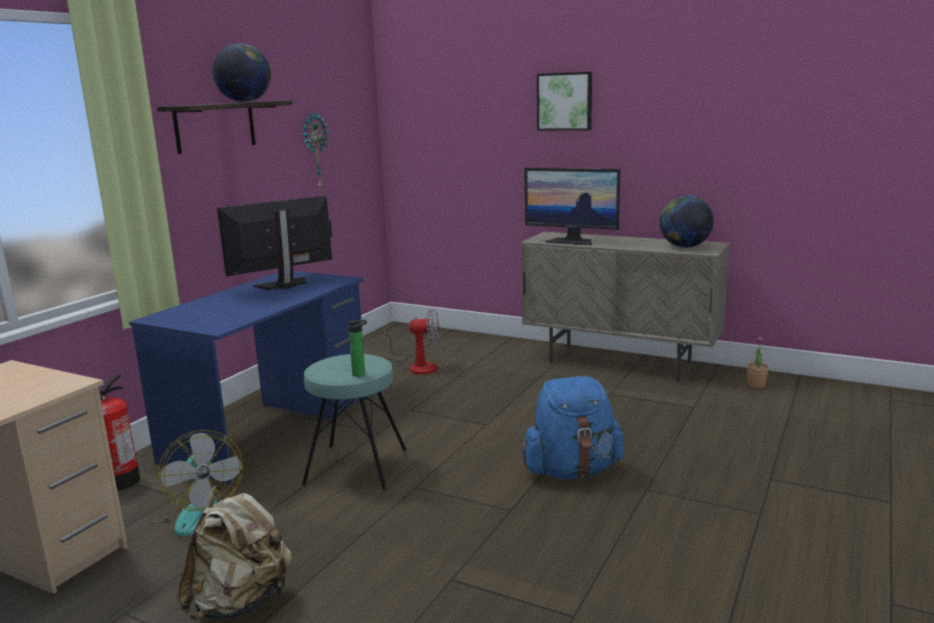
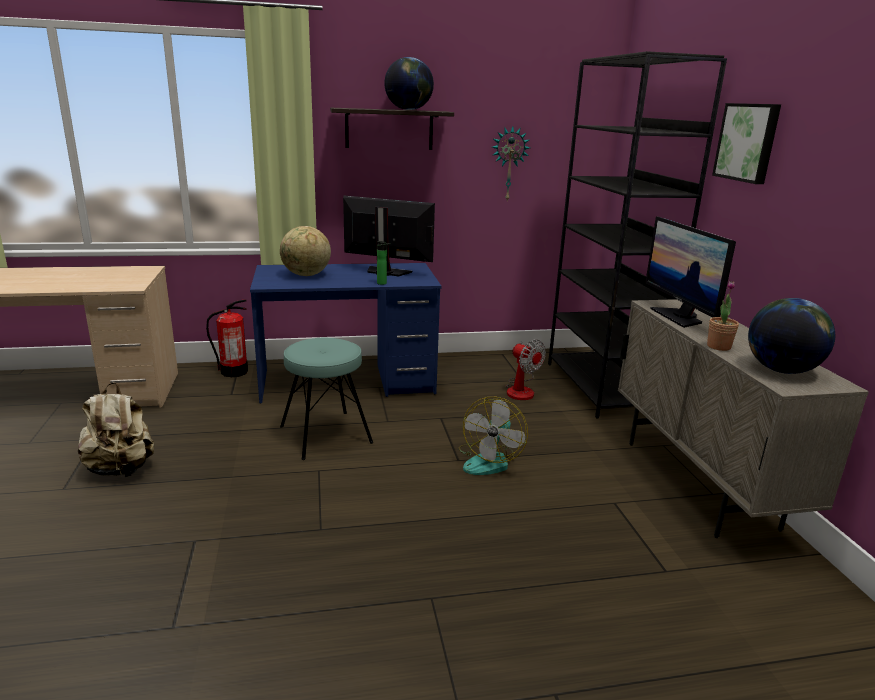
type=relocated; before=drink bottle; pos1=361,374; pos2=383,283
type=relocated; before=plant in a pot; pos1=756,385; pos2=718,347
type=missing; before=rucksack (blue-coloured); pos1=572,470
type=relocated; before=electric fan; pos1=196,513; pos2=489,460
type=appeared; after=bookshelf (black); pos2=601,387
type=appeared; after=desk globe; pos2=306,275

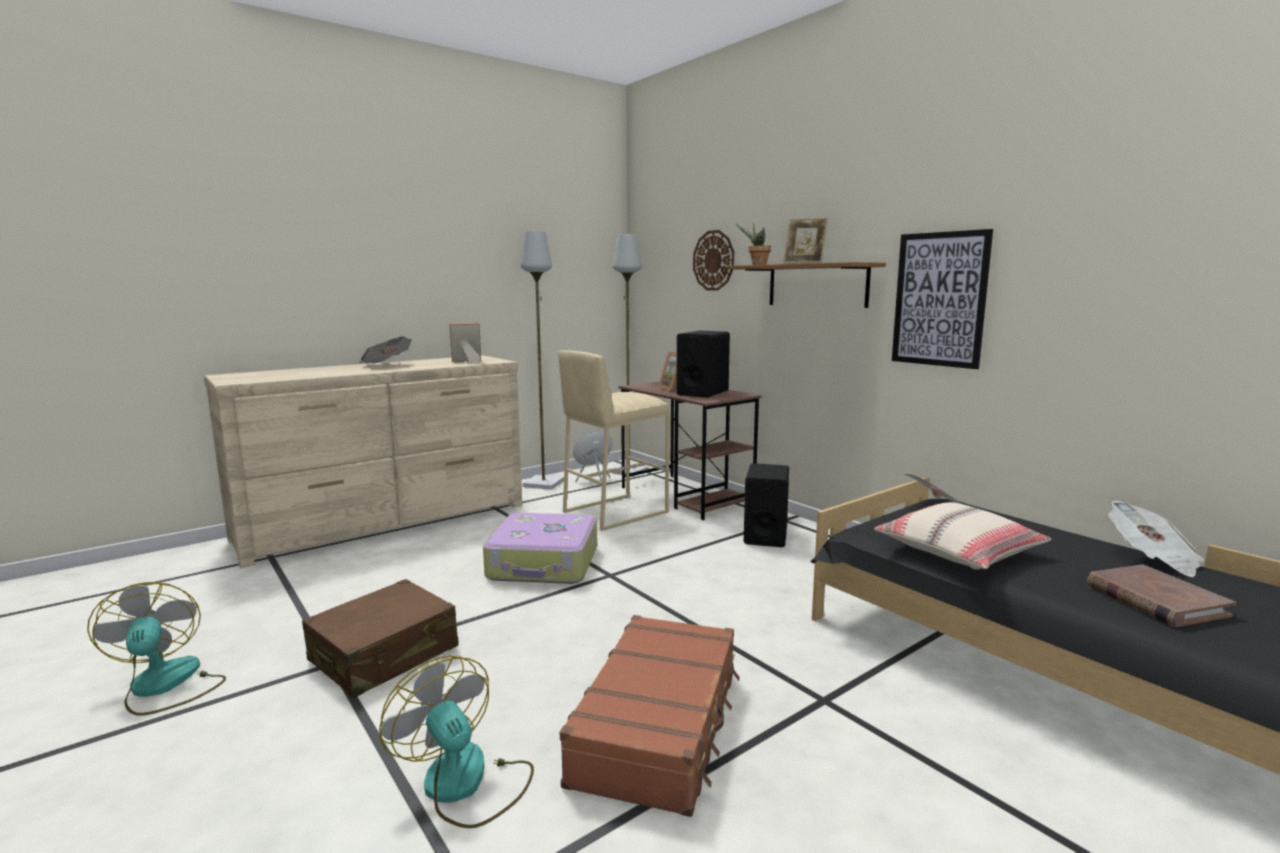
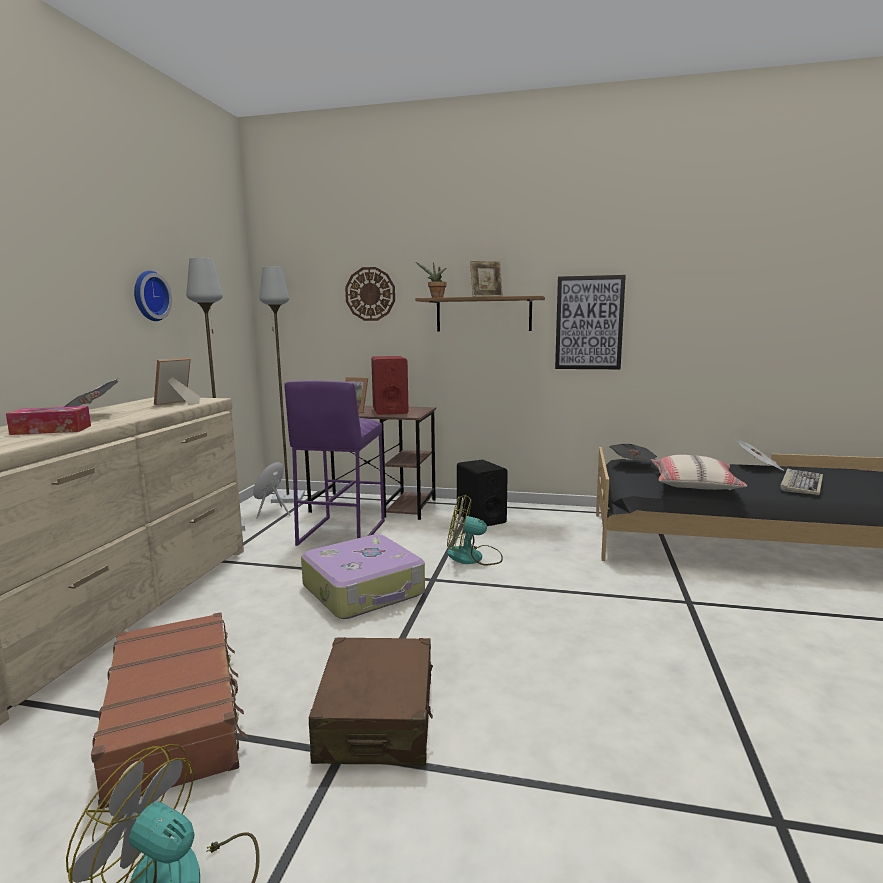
type=colour; before=audio speaker (black); after=audio speaker (red-coloured); pos1=702,393; pos2=390,411
type=colour; before=stool (beige-coloured); after=stool (purple-coloured); pos1=614,512; pos2=341,533
type=exchanged; before=book (brownish); after=keyboard; pos1=1155,600; pos2=801,484
type=relocated; before=travel case (brownish); pos1=660,725; pos2=176,716
type=relocated; before=electric fan; pos1=465,785; pos2=473,557
type=appeared; after=wall clock; pos2=149,296
type=appeared; after=tissue box; pos2=51,430

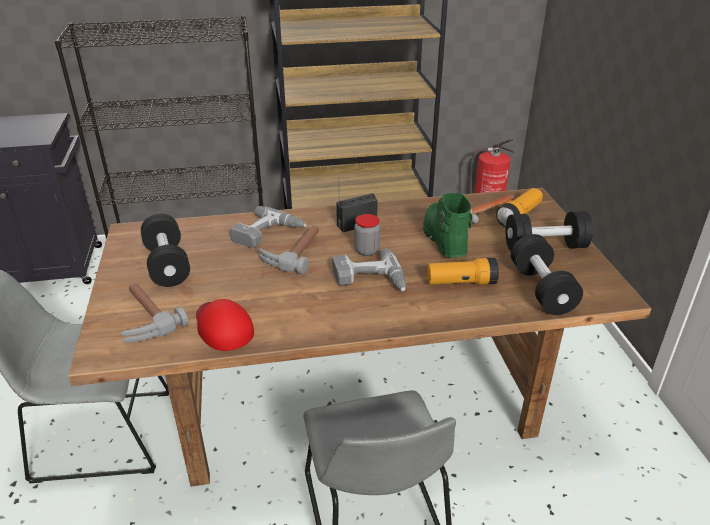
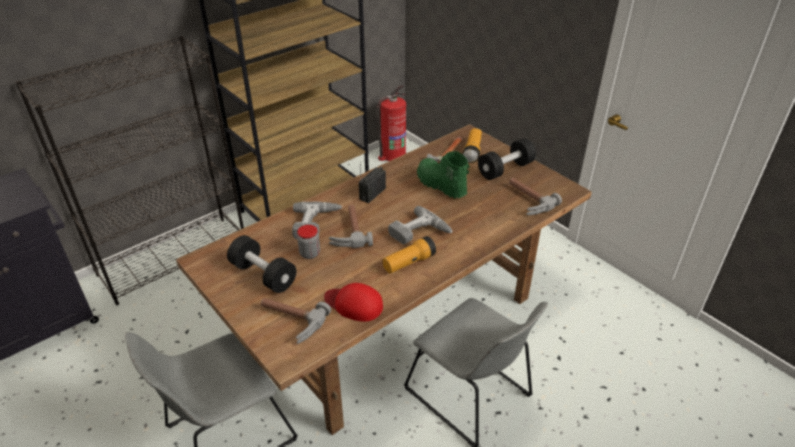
type=relocated; before=jar; pos1=367,250; pos2=310,253
type=exchanged; before=dumbbell (black); after=tool hammer; pos1=541,289; pos2=526,200
type=relocated; before=torch; pos1=461,283; pos2=409,263

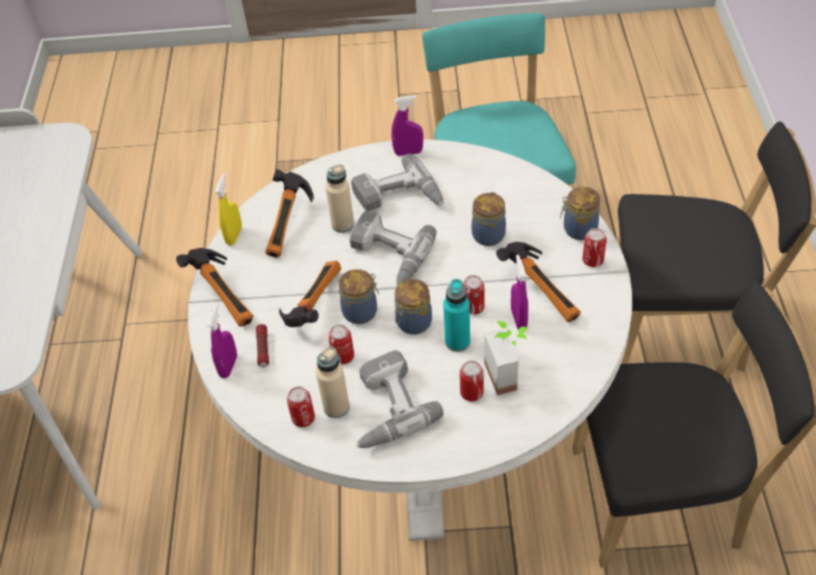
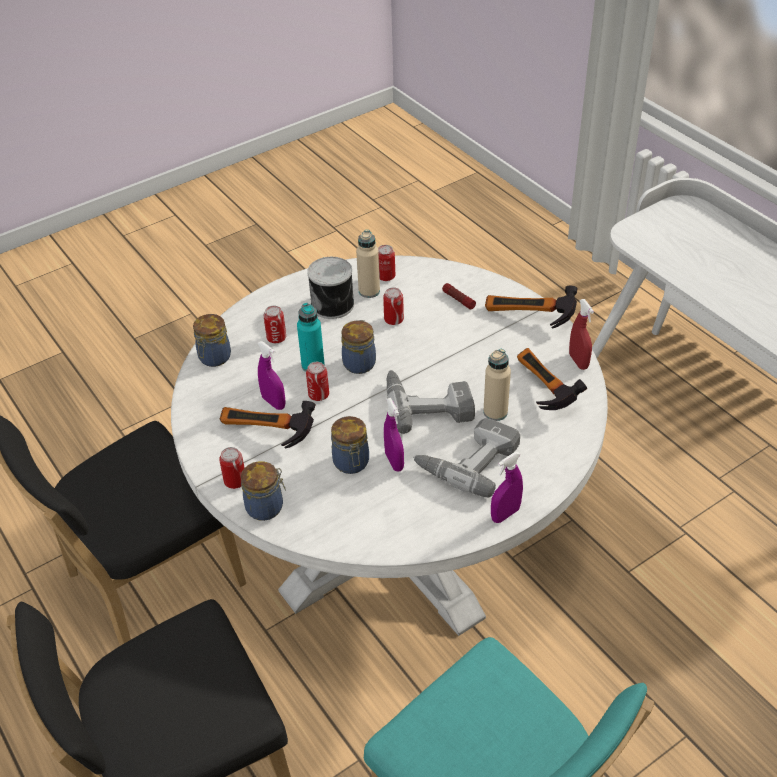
type=colour; before=hand sprayer (yellowish); after=hand sprayer (red-coloured); pos1=234,236; pos2=578,361
type=missing; before=tool hammer; pos1=311,303
type=relocated; before=jar; pos1=361,311; pos2=214,358
type=relocated; before=hand sprayer (purple-coloured); pos1=228,366; pos2=394,461
type=missing; before=plant in a pot; pos1=508,374
type=exchanged; before=power drill; after=can; pos1=385,408; pos2=333,304

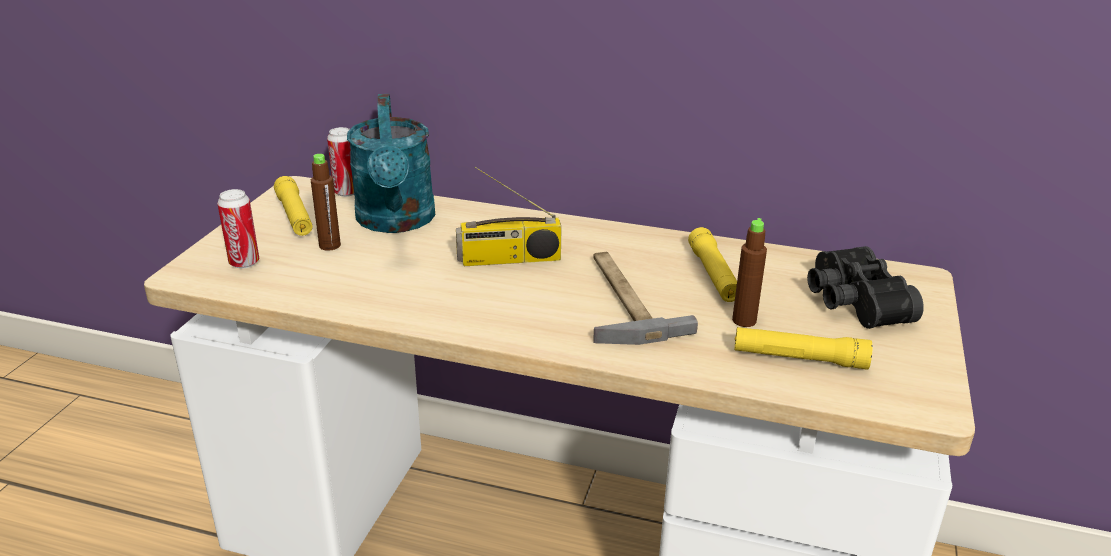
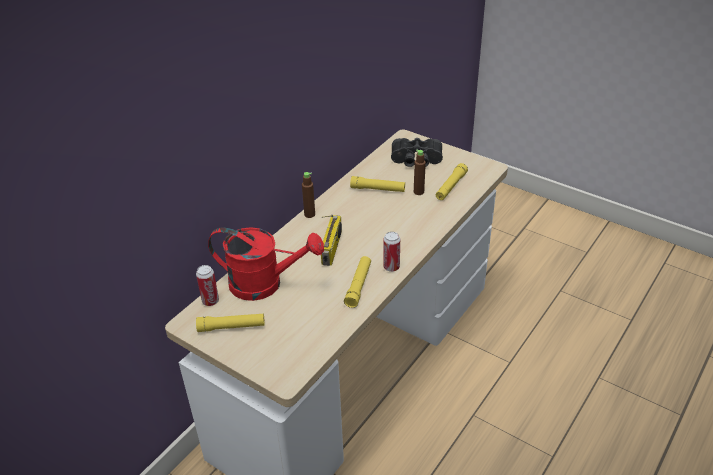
type=colour; before=sprinkling can (turquoise); after=sprinkling can (red-coloured); pos1=396,222; pos2=265,284
type=relocated; before=drink bottle (brownish); pos1=330,245; pos2=309,214
type=relocated; before=can; pos1=244,263; pos2=391,267
type=missing; before=tool hammer; pos1=621,300
type=appeared; after=torch (yellowish); pos2=358,285

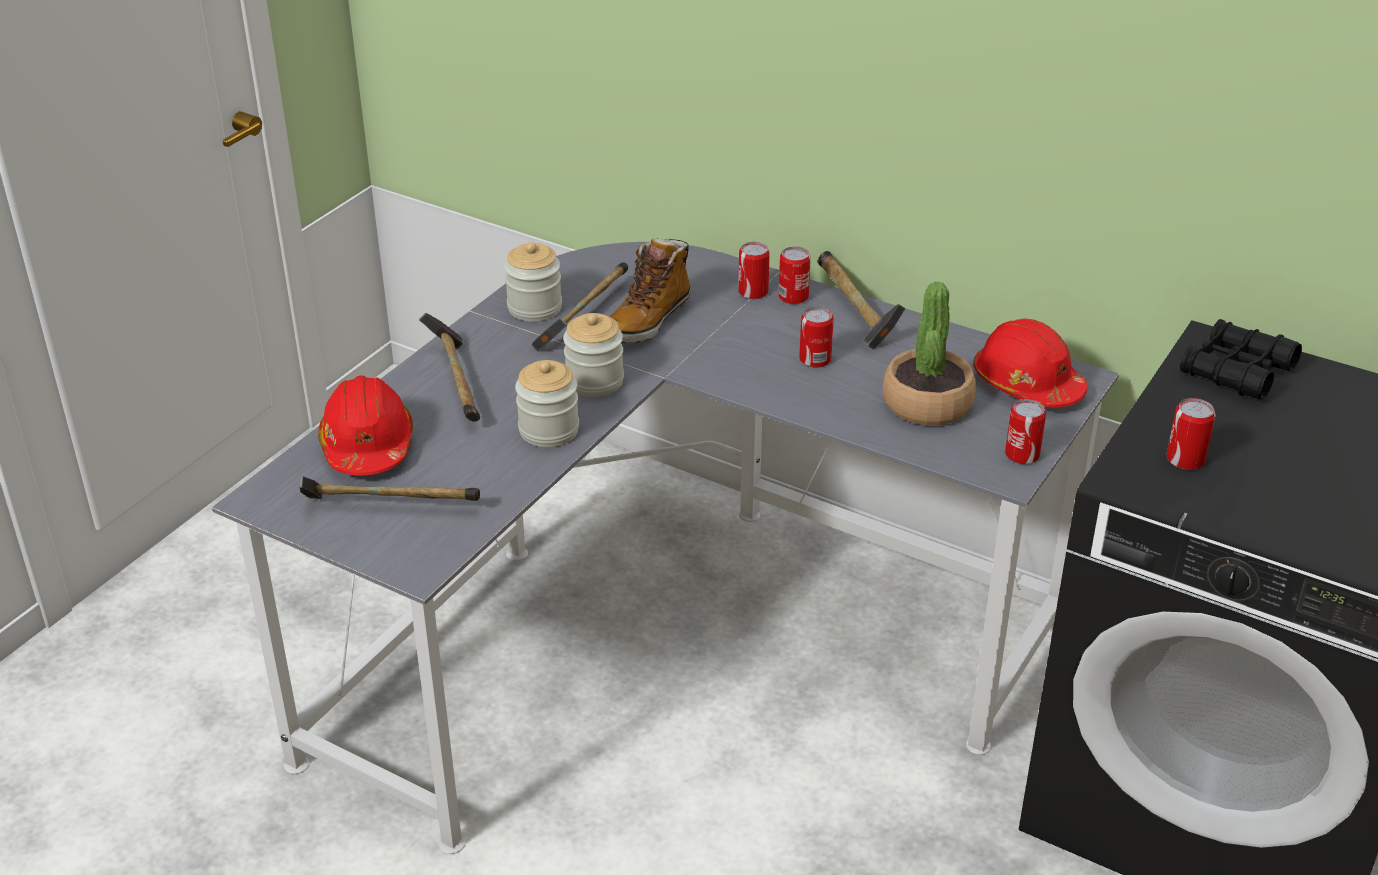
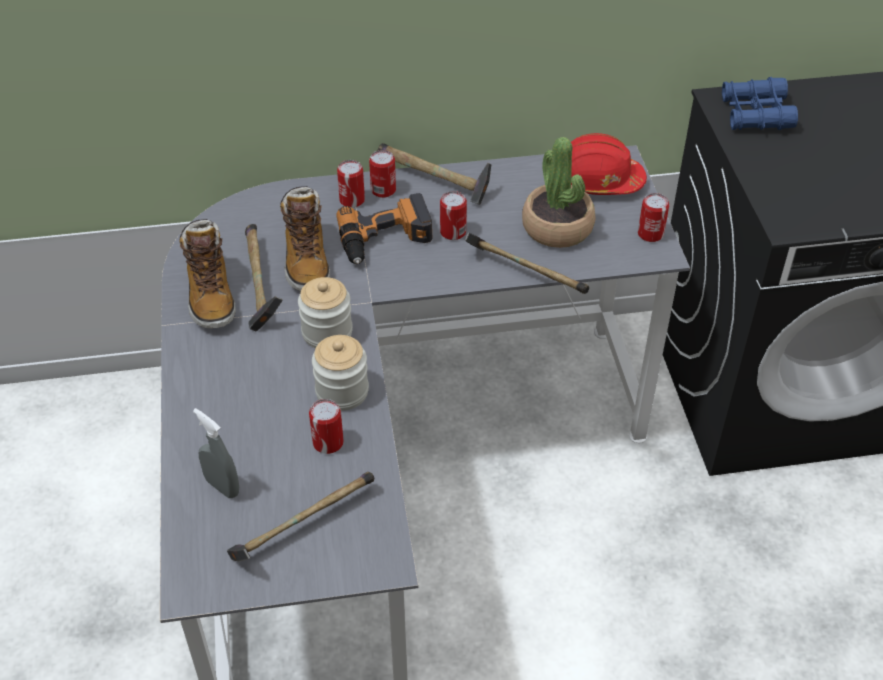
type=exchanged; before=jar; after=high-top boot; pos1=534,308; pos2=210,296
type=relocated; before=tool hammer; pos1=458,384; pos2=523,274
type=colour; before=binoculars (black); after=binoculars (blue-coloured); pos1=1236,371; pos2=755,114
type=exchanged; before=hard hat (red-coloured); after=hand sprayer (grey); pos1=367,446; pos2=222,487
type=relocated; before=can; pos1=1185,459; pos2=328,442
type=appeared; after=power drill; pos2=385,239

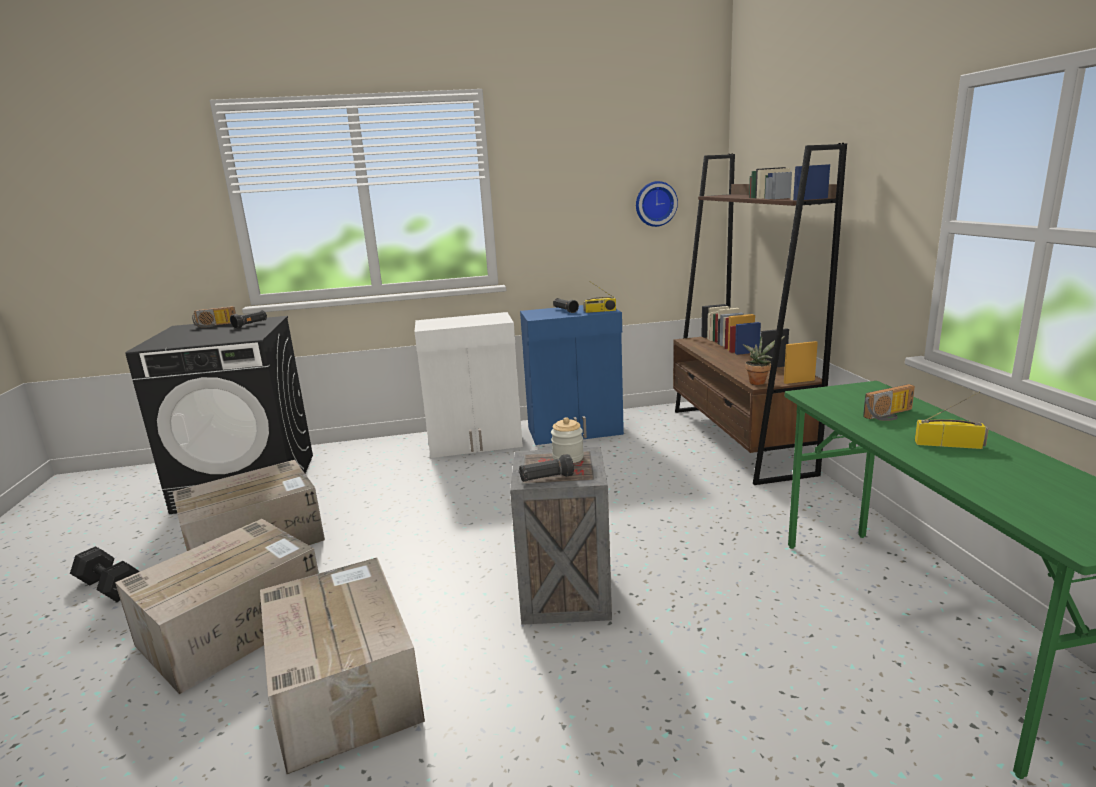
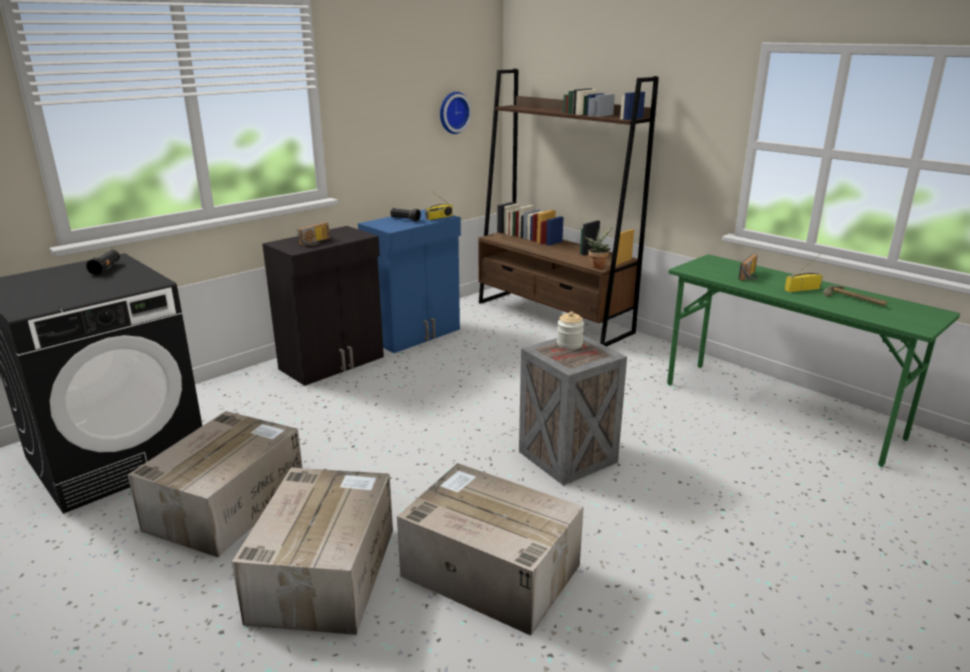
type=relocated; before=radio receiver; pos1=215,325; pos2=316,242
type=colour; before=cupboard (whitish); after=cupboard (black); pos1=476,443; pos2=333,363
type=missing; before=torch (black); pos1=546,479
type=missing; before=dumbbell (black); pos1=110,586
type=appeared; after=tool hammer; pos2=854,300

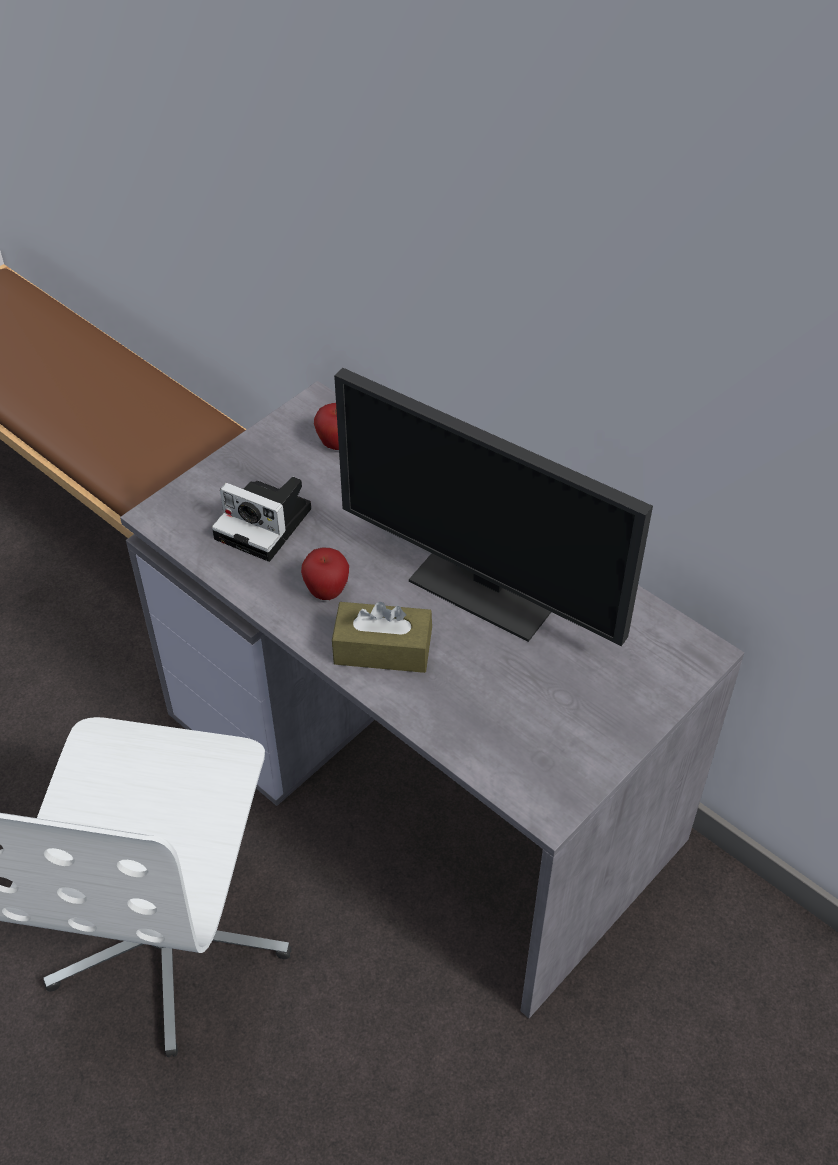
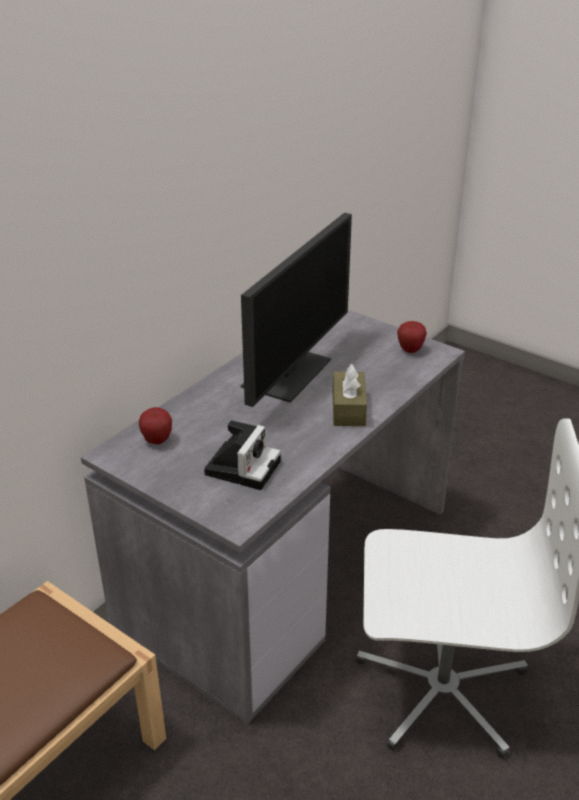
type=relocated; before=apple fruit; pos1=327,591; pos2=410,350

